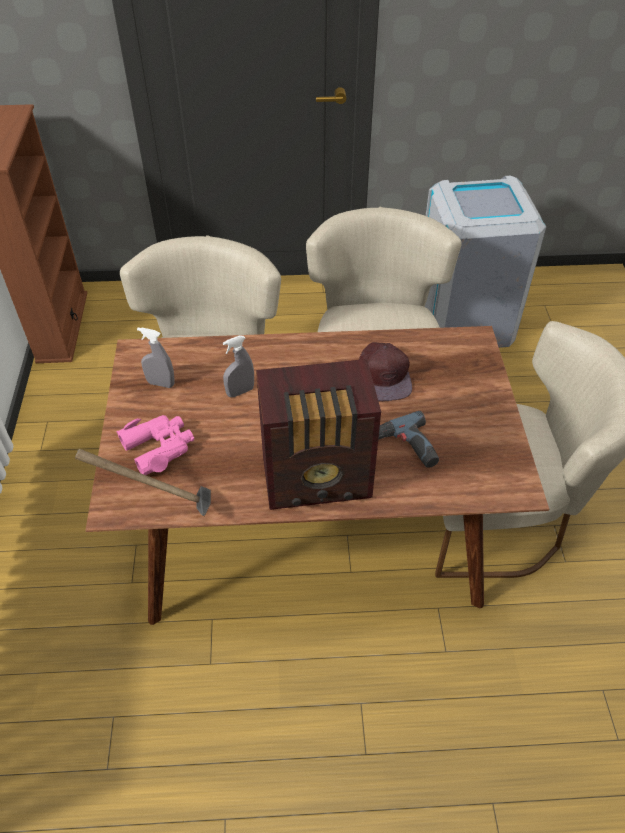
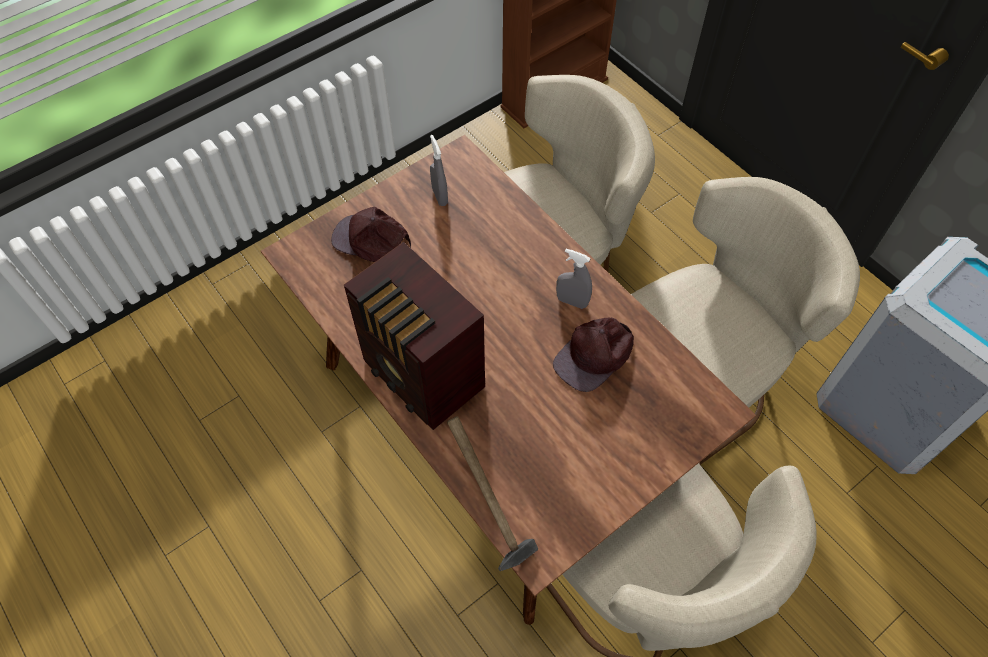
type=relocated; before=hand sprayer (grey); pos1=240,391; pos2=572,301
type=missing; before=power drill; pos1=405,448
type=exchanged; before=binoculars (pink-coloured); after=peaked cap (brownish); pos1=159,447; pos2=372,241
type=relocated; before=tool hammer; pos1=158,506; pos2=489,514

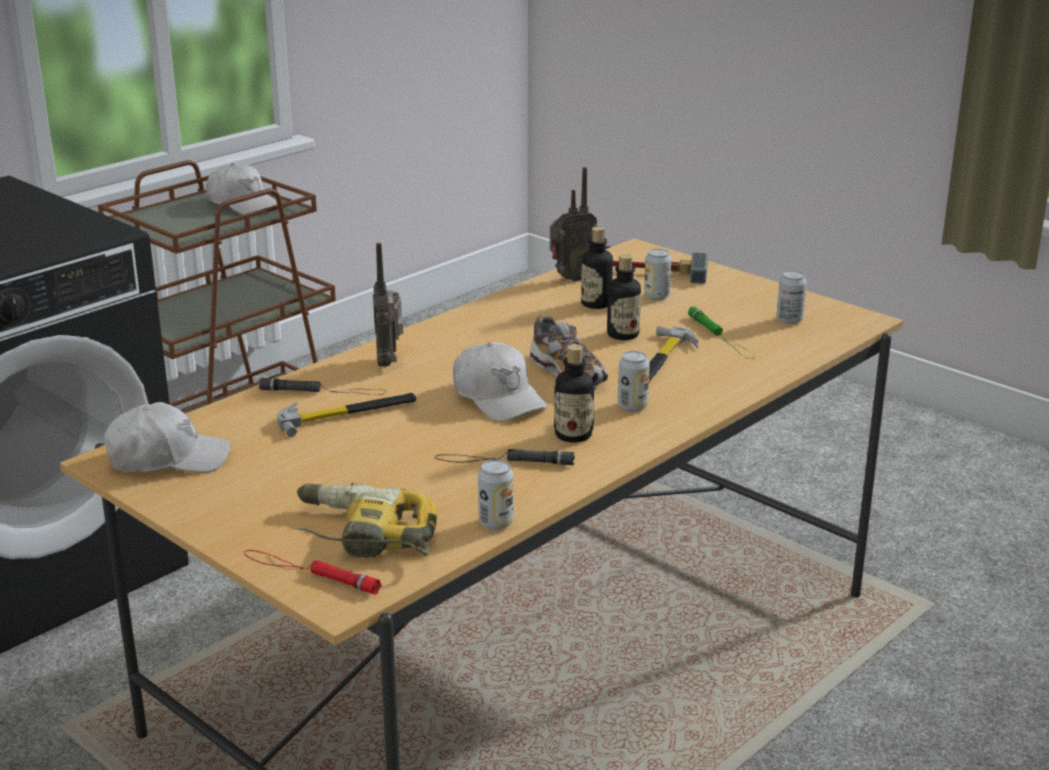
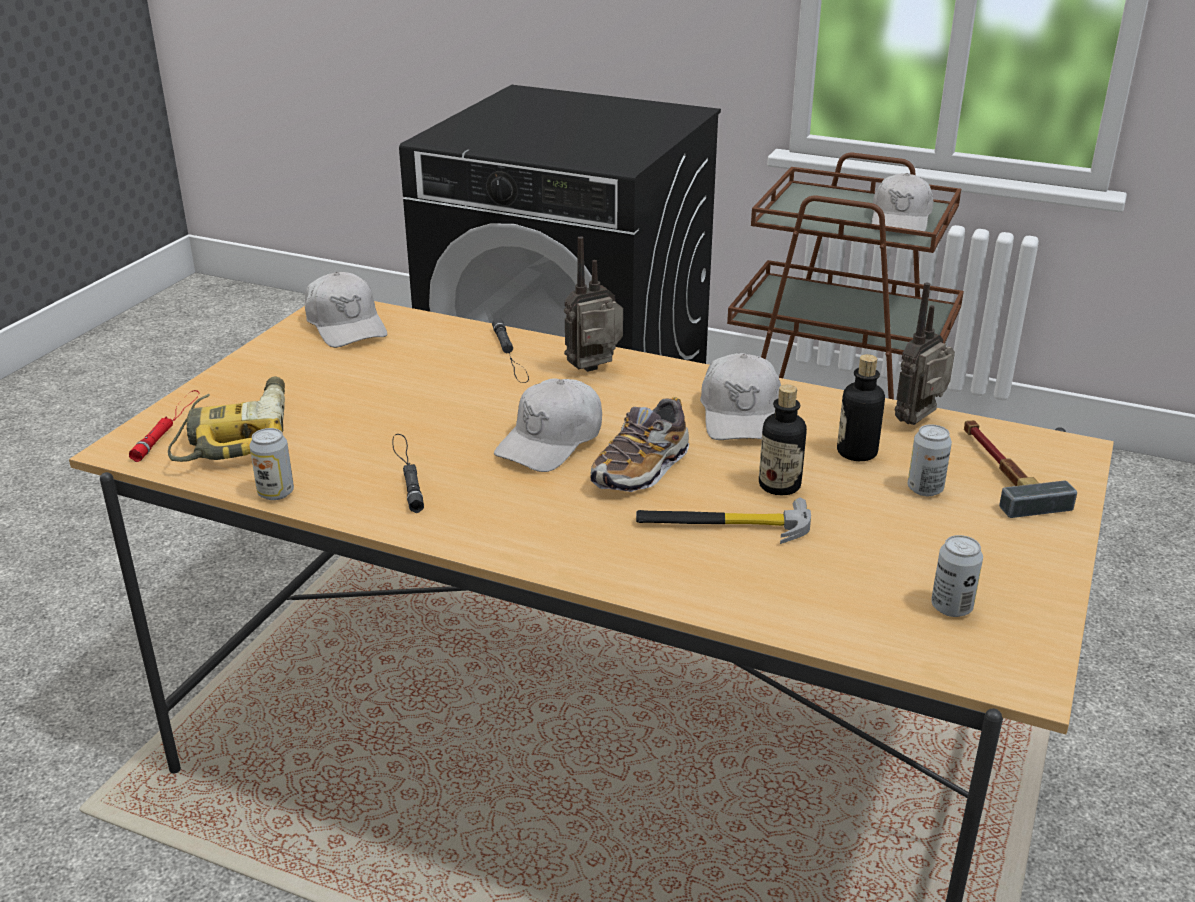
type=spun; before=radio receiver; pos1=570,278; pos2=920,422; turn=90
type=missing; before=torch (green-coloured); pos1=721,337
type=missing; before=drink bottle; pos1=573,435
type=missing; before=can; pos1=632,406
type=missing; before=tool hammer; pos1=347,414
type=appeared; after=peaked cap (whitish); pos2=741,415

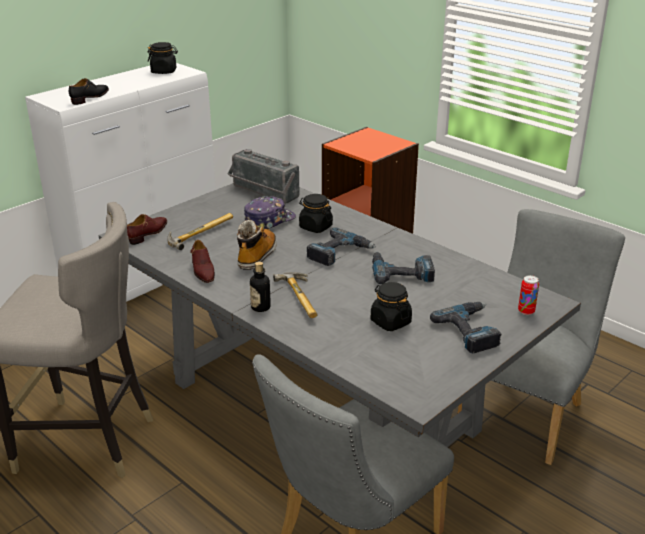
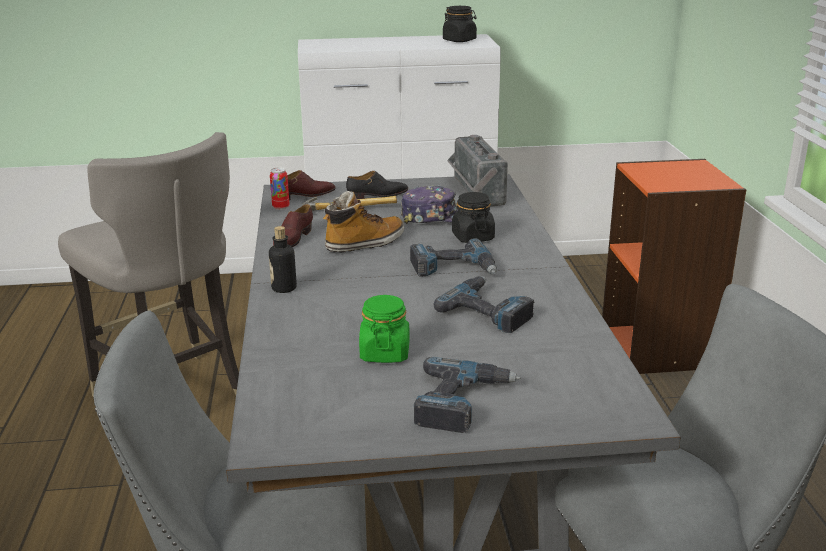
type=relocated; before=item of footwear (black); pos1=90,98; pos2=378,196
type=missing; before=tool hammer; pos1=303,297
type=relocated; before=can; pos1=526,311; pos2=281,207
type=colour; before=jar (black); after=jar (green-coloured); pos1=390,322; pos2=385,353

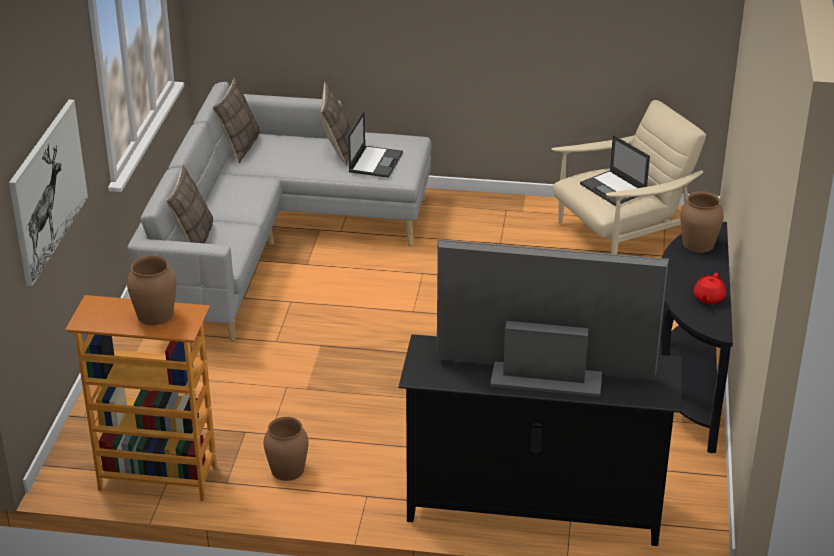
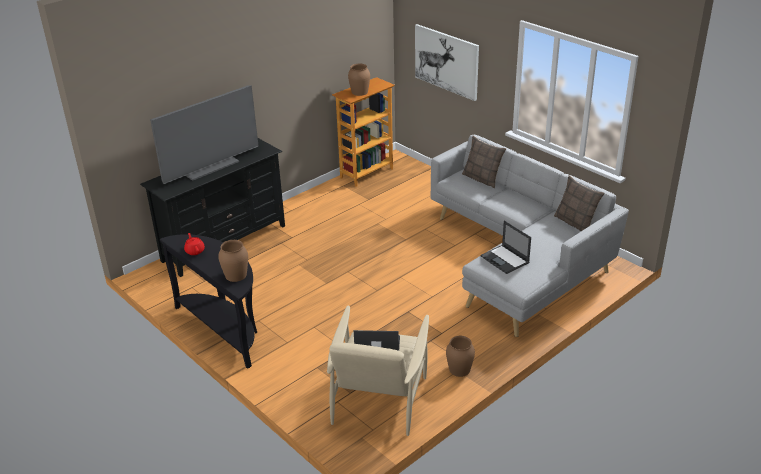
type=missing; before=throw pillow; pos1=337,150
type=relocated; before=vase (brownish); pos1=288,470; pos2=459,369

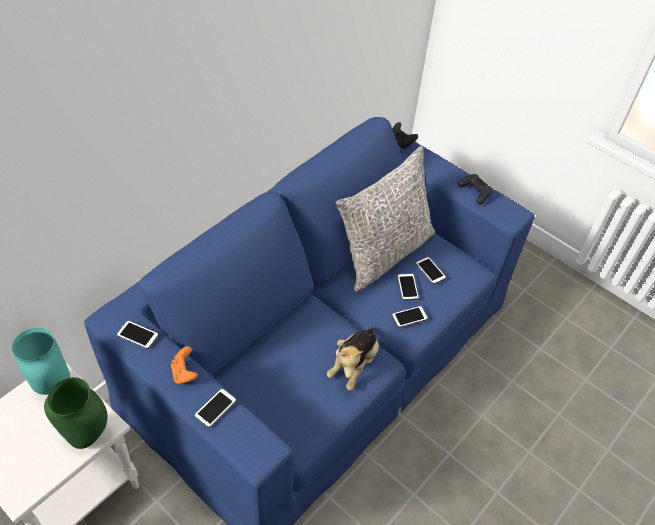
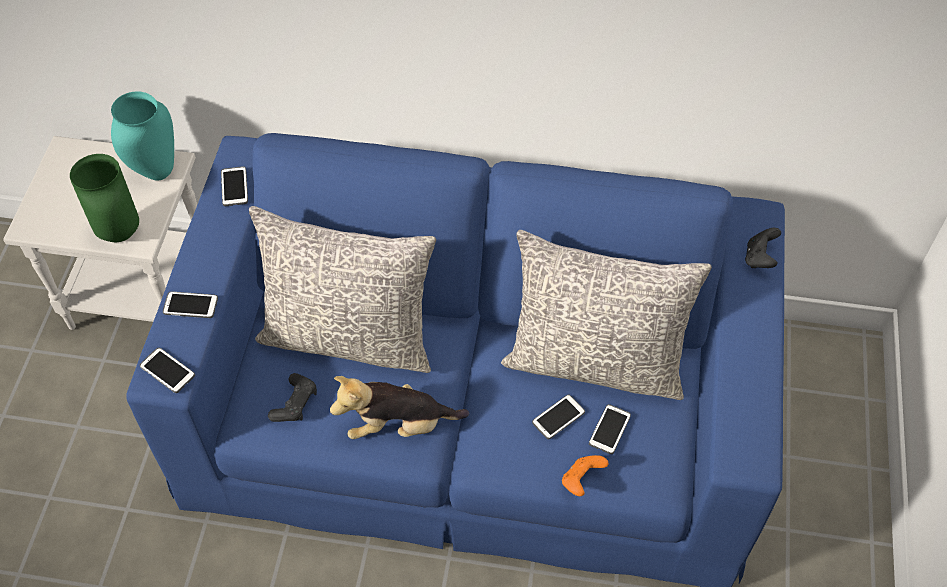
type=relocated; before=joypad (black); pos1=475,192; pos2=295,403
type=relocated; before=phone; pos1=409,317; pos2=167,371
type=relocated; before=joypad (orange-coloured); pos1=184,373; pos2=581,480
type=appeared; after=throw pillow (grey); pos2=349,336

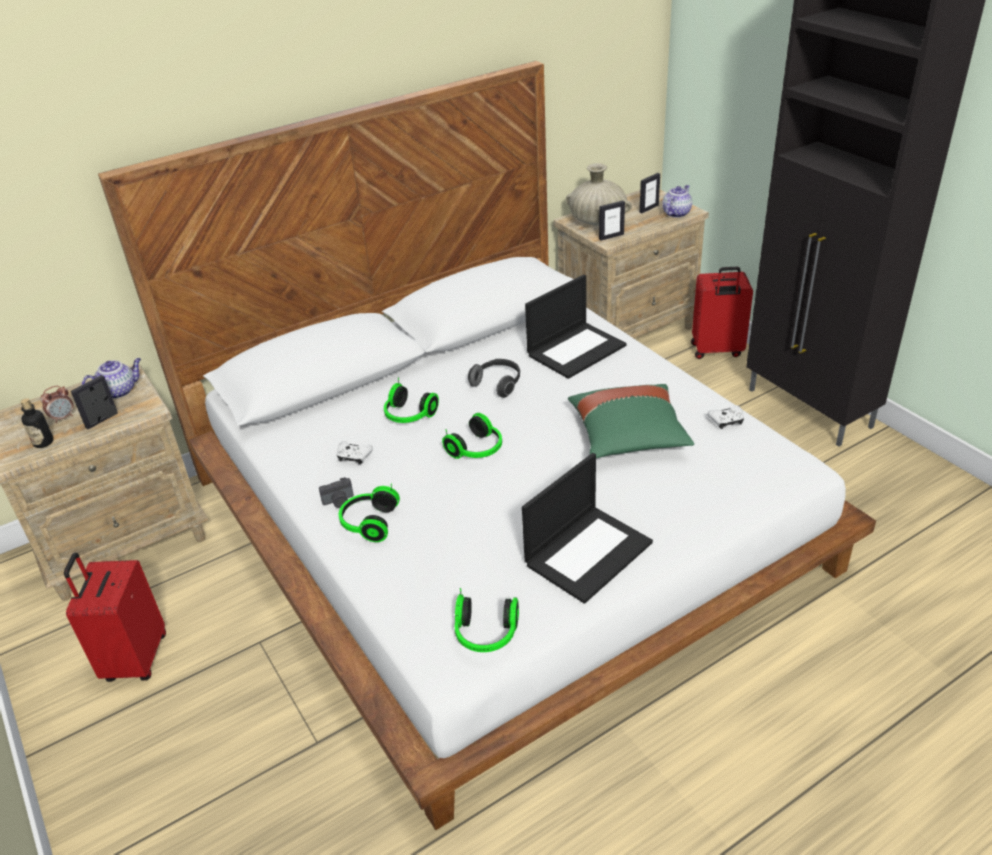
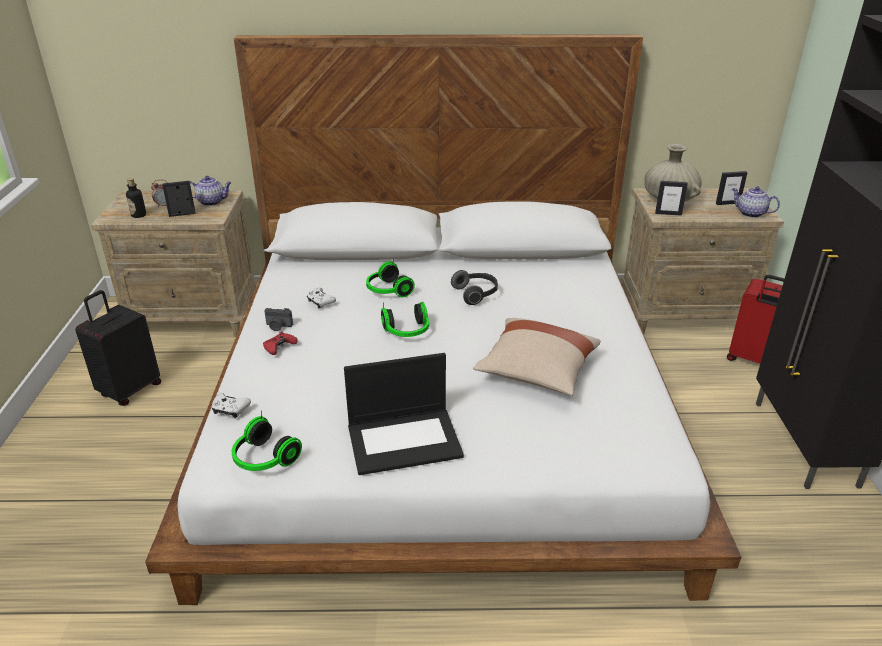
type=spun; before=pot for tea; pos1=676,213; pos2=750,213; turn=-120
type=missing; before=portable computer; pos1=576,349
type=colour; before=throw pillow (green-coloured); after=throw pillow (beige-coloured); pos1=628,437; pos2=536,372
type=relocated; before=joypad (whitish); pos1=726,421; pos2=230,410
type=exchanged; before=headphones; after=joypad (red-coloured); pos1=368,523; pos2=279,348
type=colour; before=travel case (red-coloured); after=travel case (black); pos1=134,659; pos2=129,390

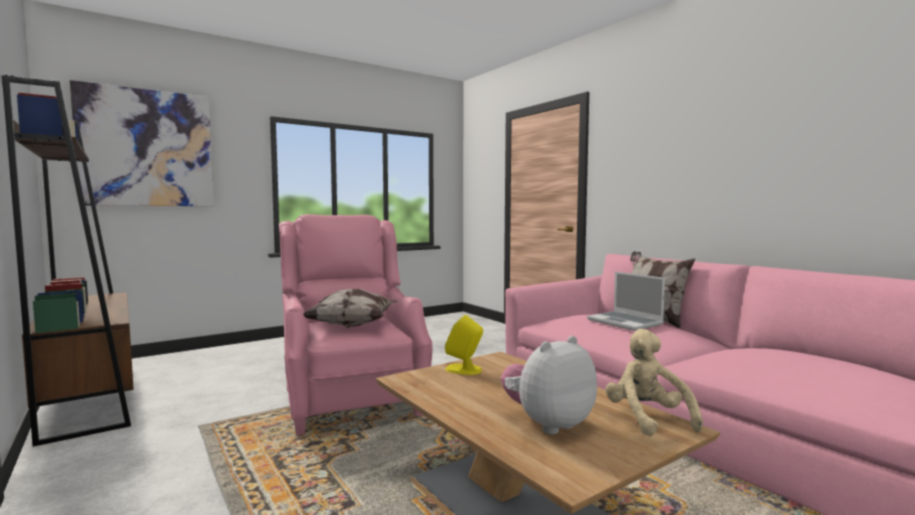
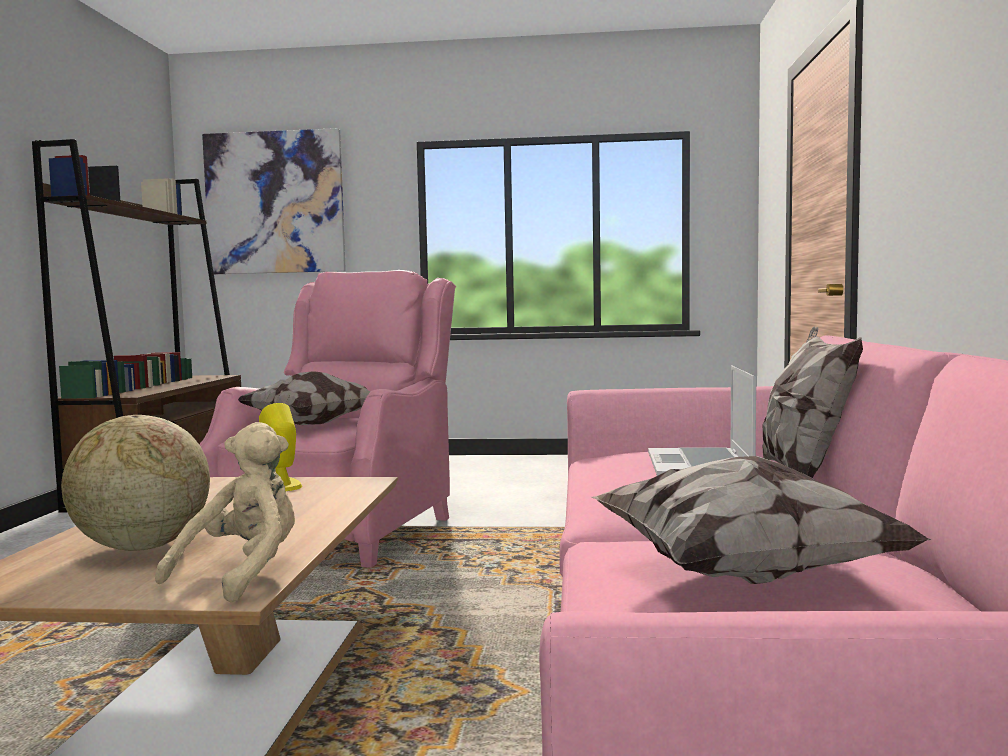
type=exchanged; before=cuddly toy; after=desk globe; pos1=548,424; pos2=141,547
type=appeared; after=throw pillow; pos2=744,572

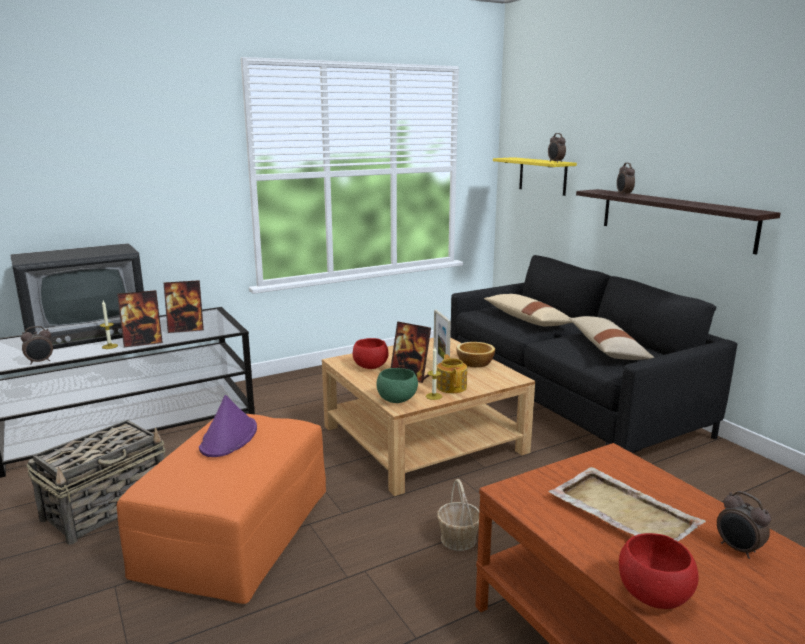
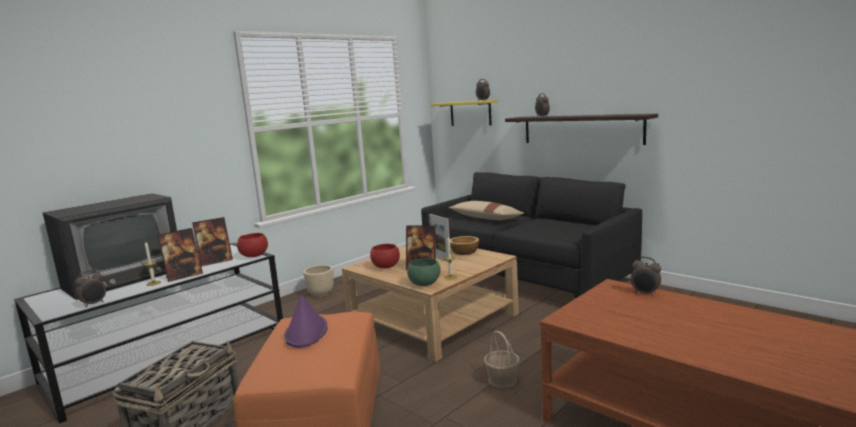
type=missing; before=throw pillow (beige-coloured); pos1=607,348
type=missing; before=pot for tea; pos1=451,387
type=missing; before=carrying tray (beige-coloured); pos1=622,511
type=relocated; before=bedside clock; pos1=738,549; pos2=645,293
type=relocated; before=bowl (red-coloured); pos1=652,596; pos2=253,256
type=appeared; after=plant pot (beige-coloured); pos2=320,294

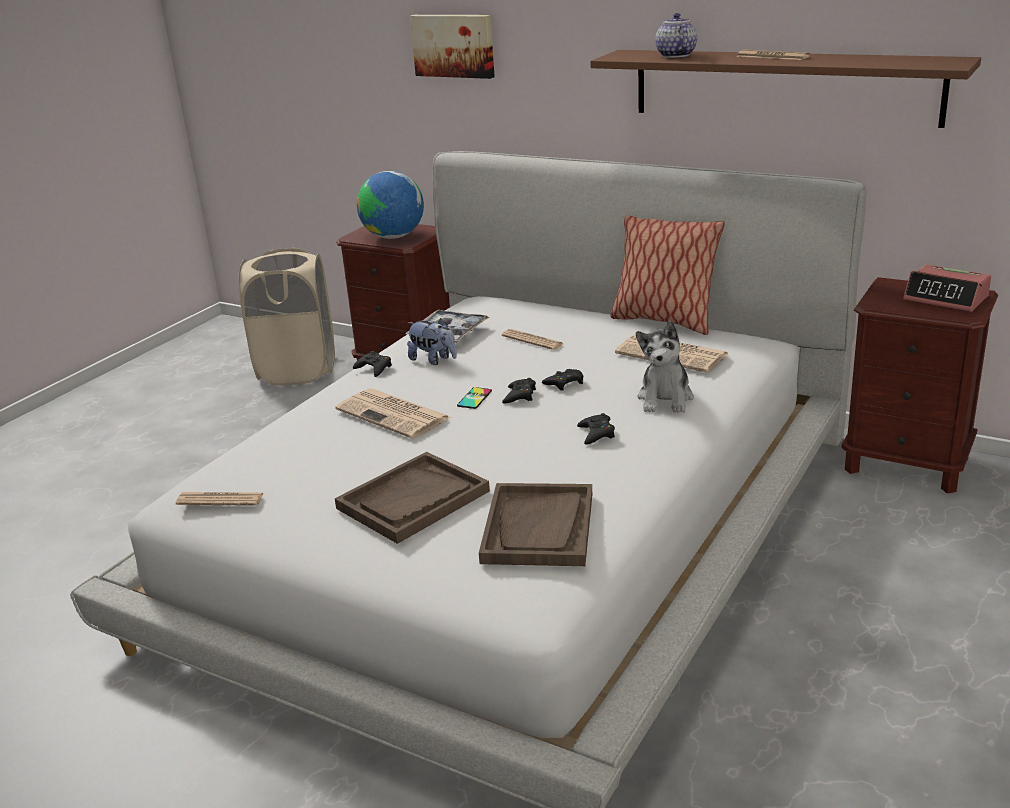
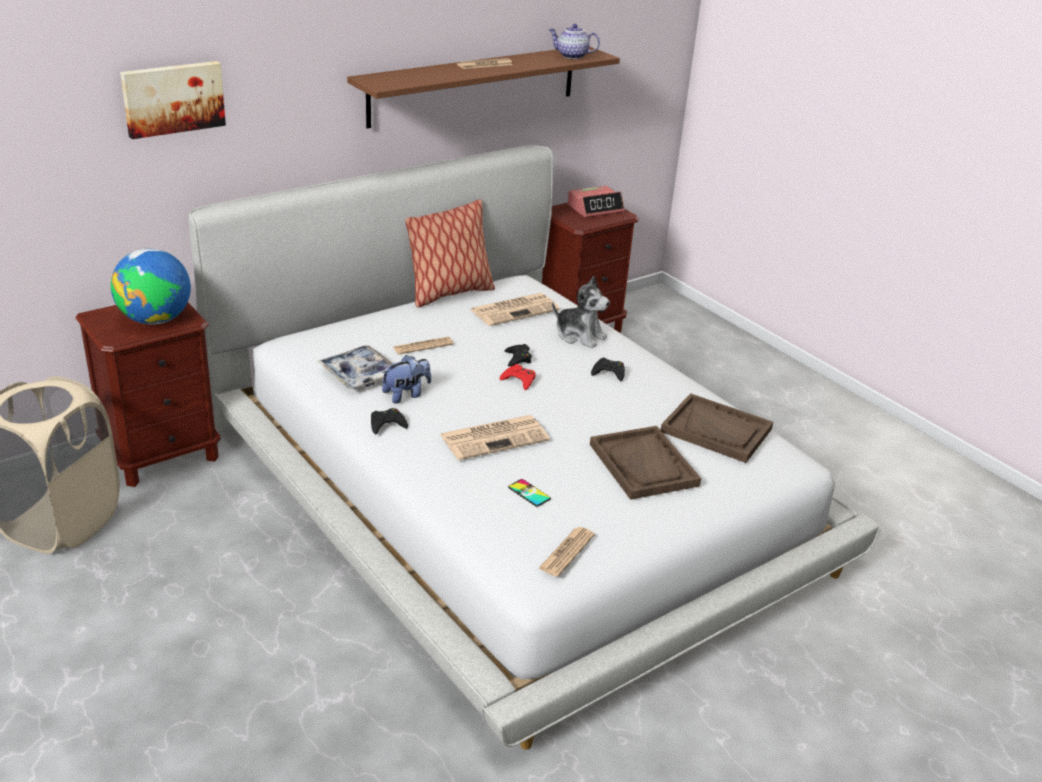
type=relocated; before=pot for tea; pos1=675,55; pos2=571,56
type=colour; before=joypad (black); after=joypad (red-coloured); pos1=519,395; pos2=519,380
type=relocated; before=phone; pos1=474,398; pos2=529,493

